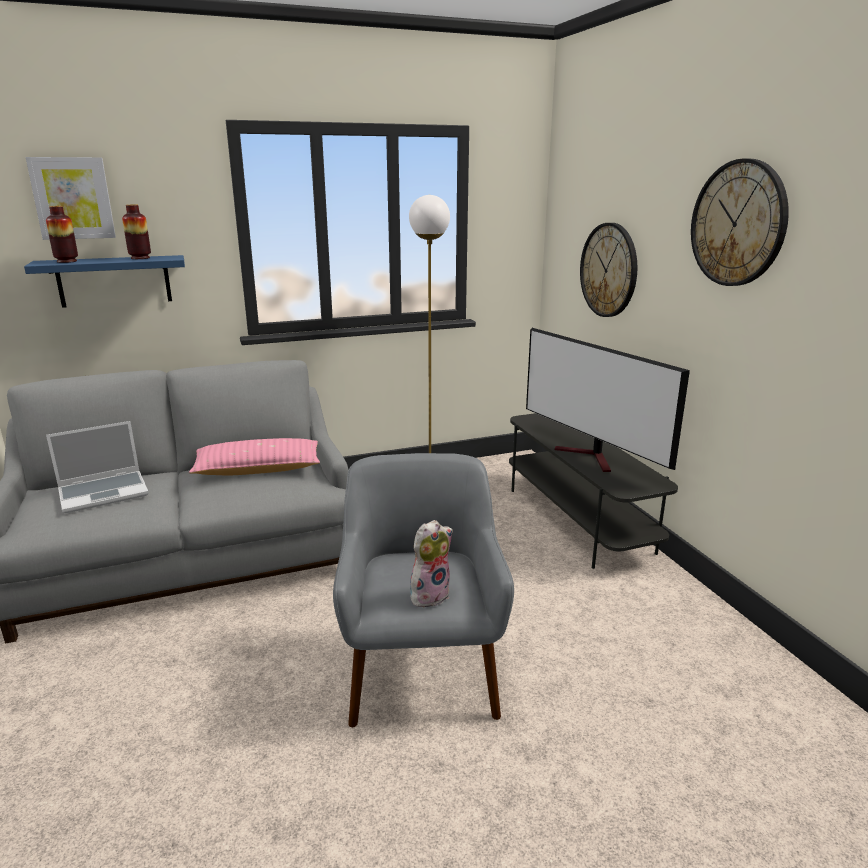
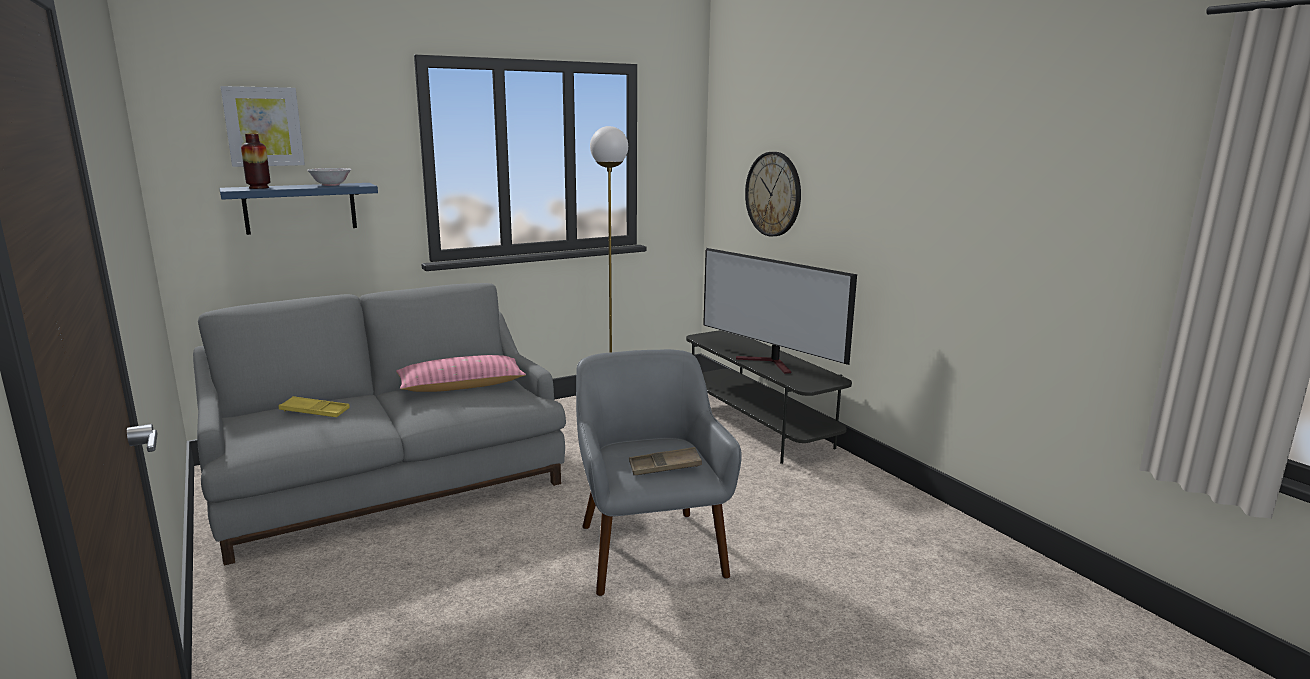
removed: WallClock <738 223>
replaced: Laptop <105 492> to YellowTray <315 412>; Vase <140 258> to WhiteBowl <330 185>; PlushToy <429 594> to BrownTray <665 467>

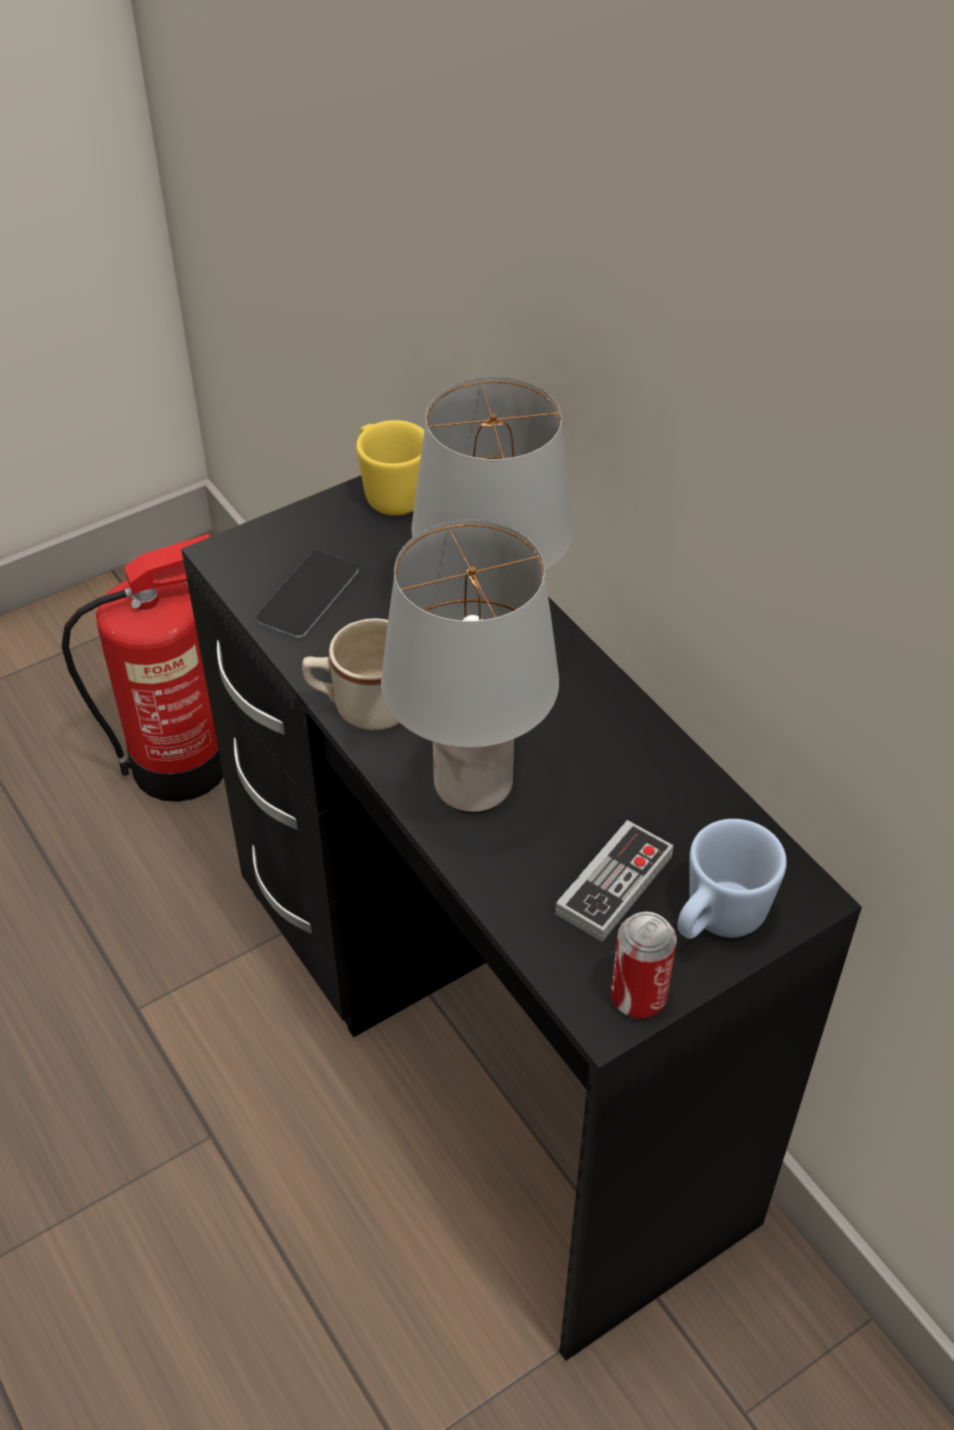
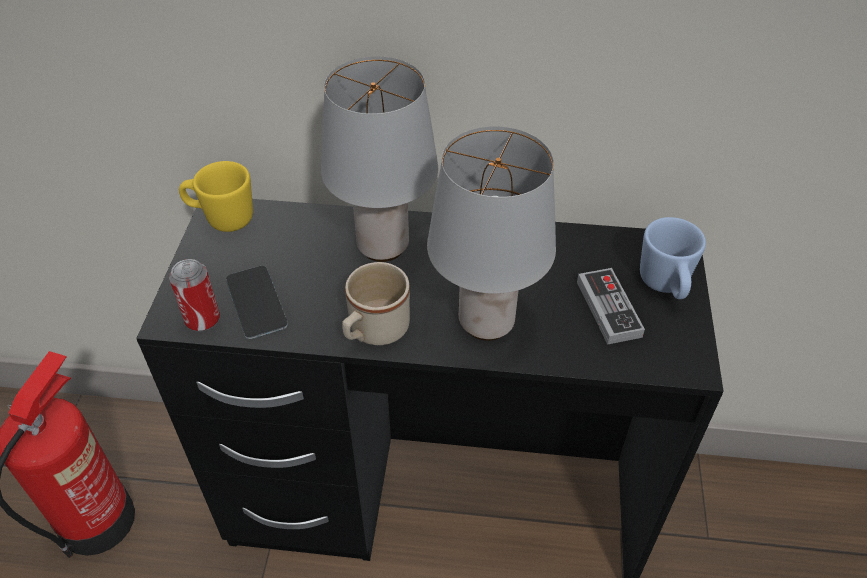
moved: Can <638 997> to <202 320>

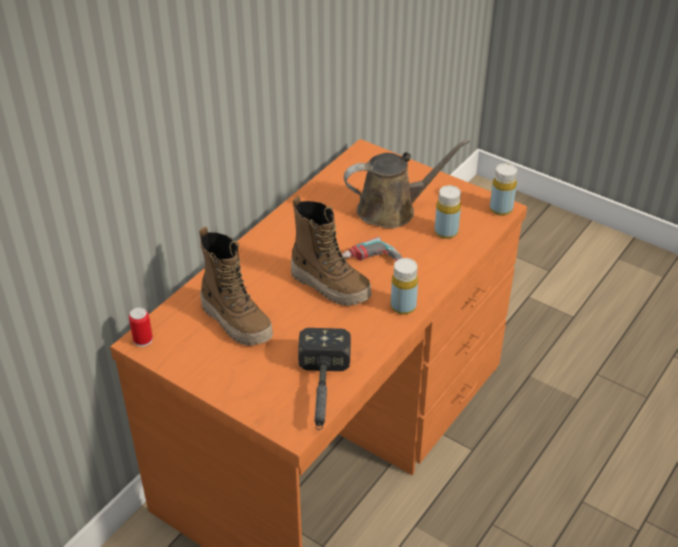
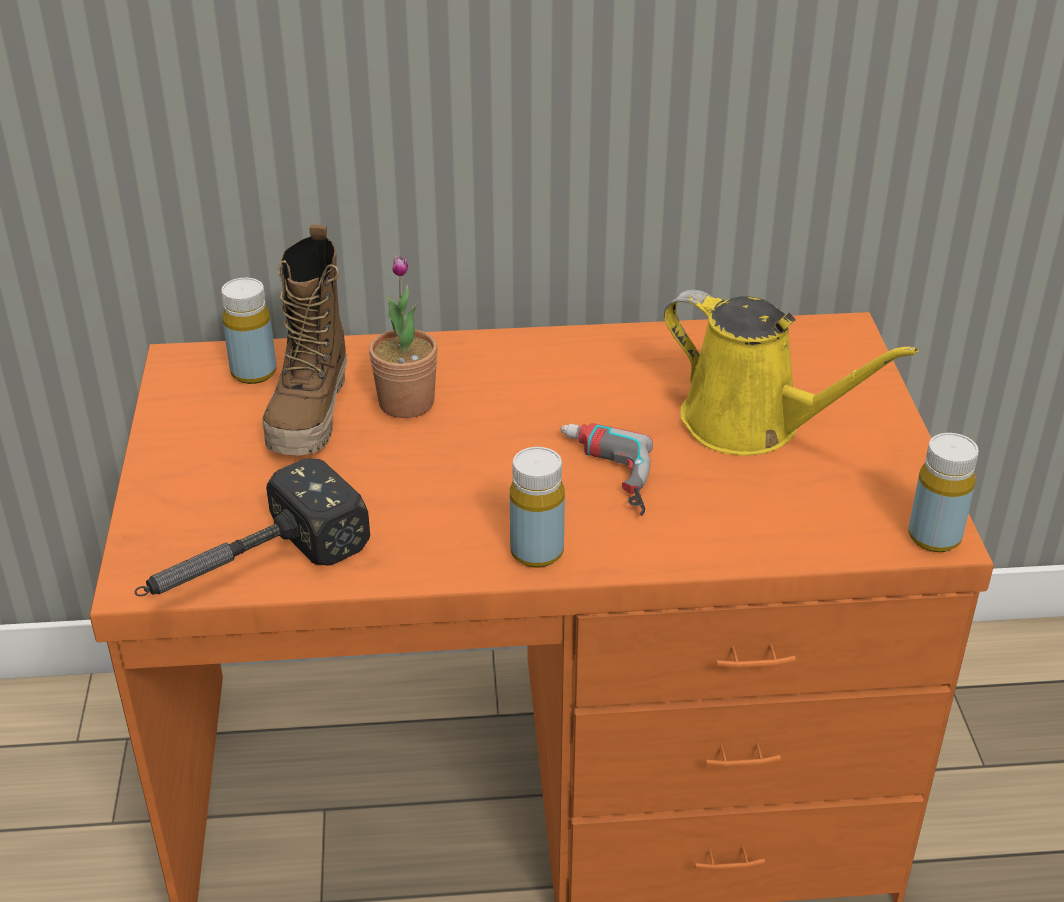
removed: Can <143 340>; Boot <330 285>
added: PottedPlant <406 402>
moved: YellowBottle <446 232> to <253 372>
recoloured: BrownWateringCan <392 209> to YellowWateringCan <751 425>

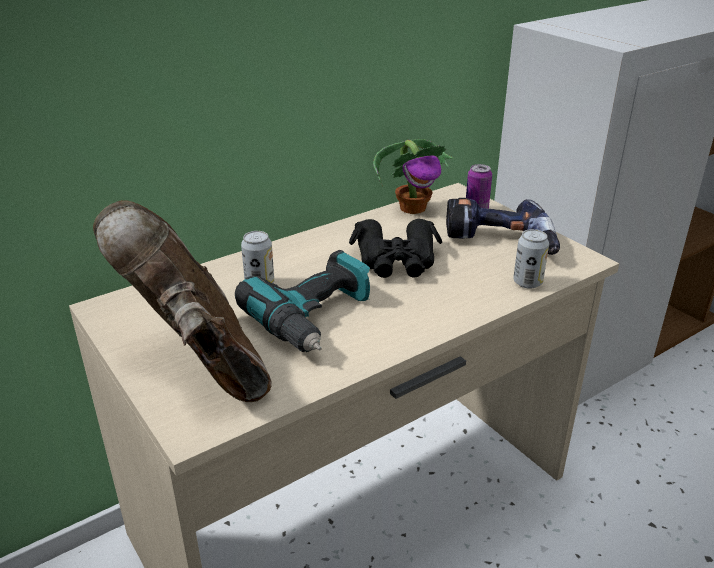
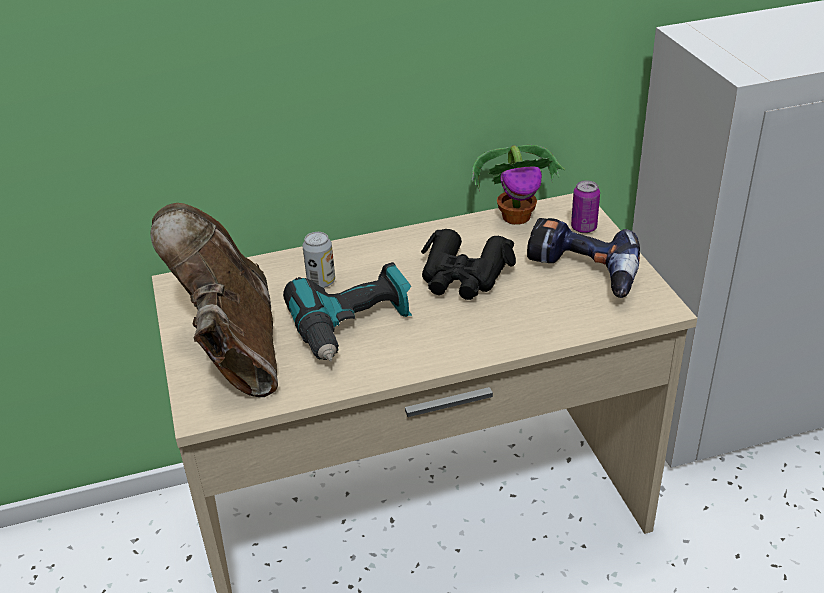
removed: Can <527 282>

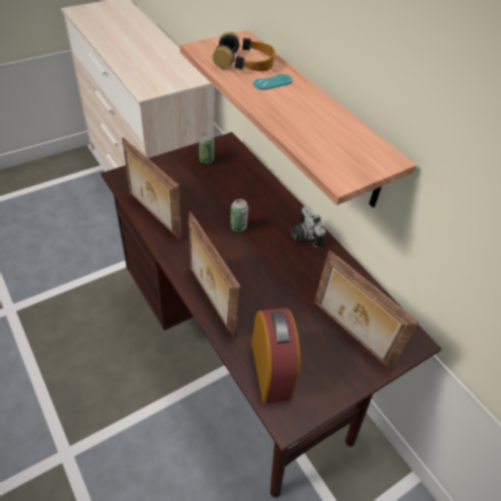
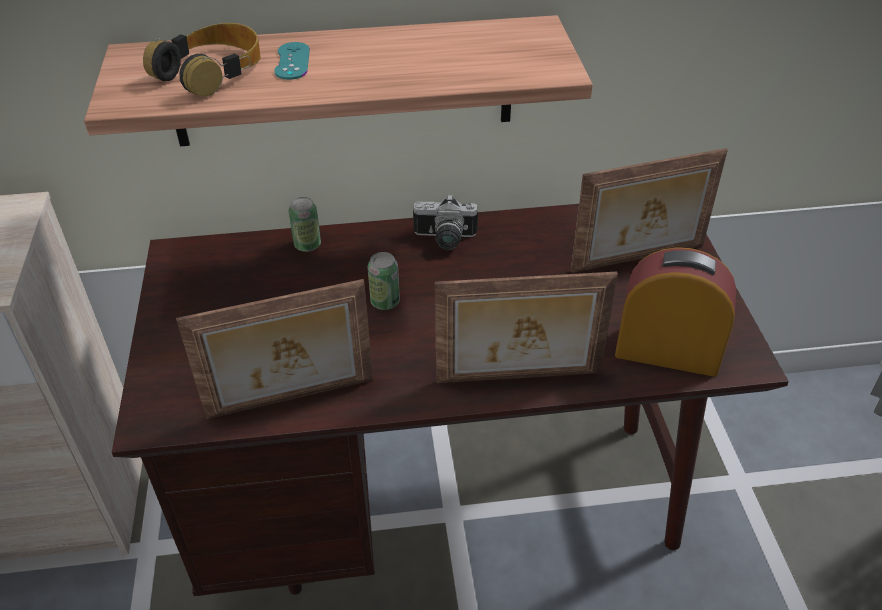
moved: Can <206 160> to <307 245>

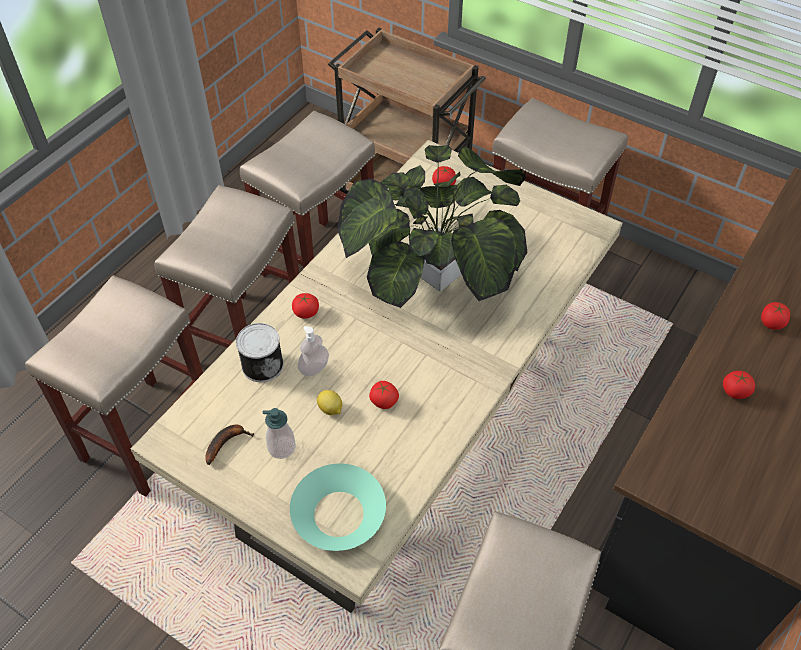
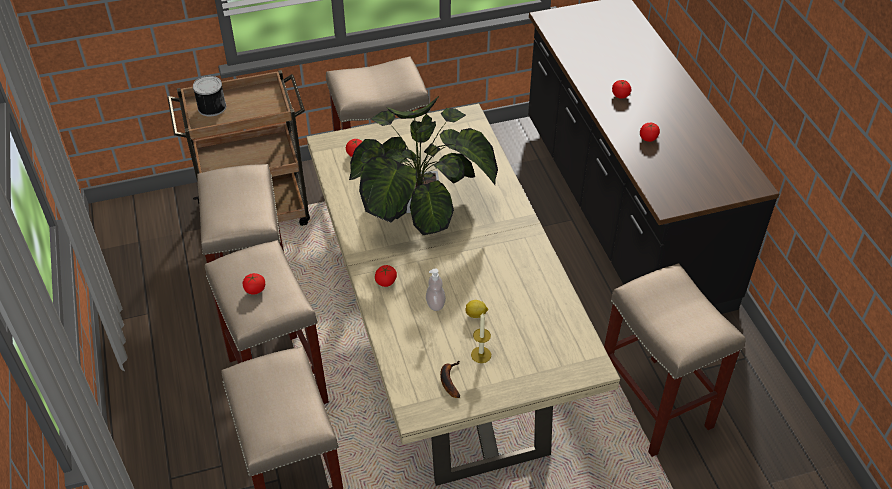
removed: TurquoiseBowl <339 514>
moved: Can <262 364> to <211 107>; Tomato <384 401> to <255 289>
replaced: SoapDispenser <281 447> to Candle <481 355>

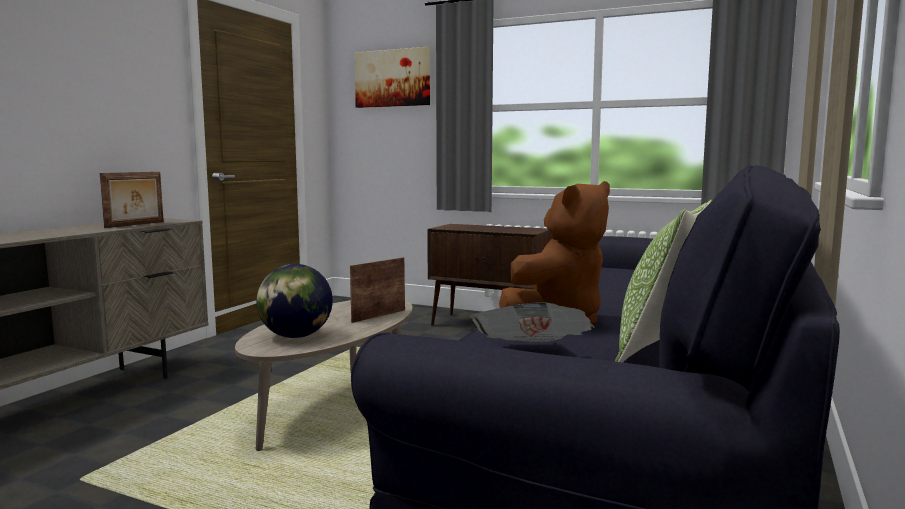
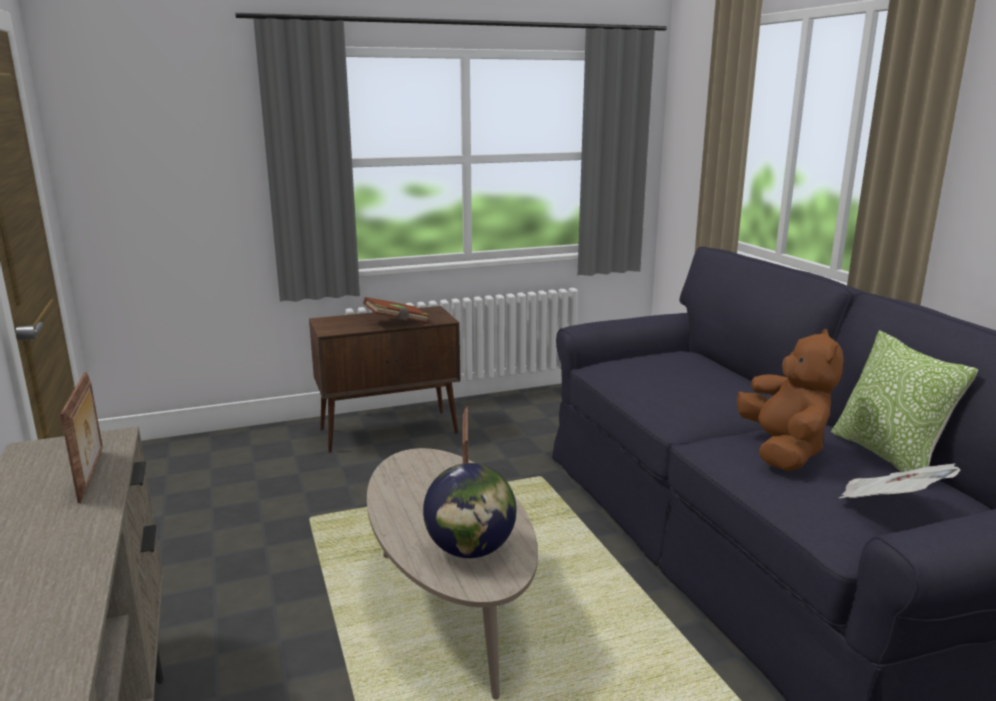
removed: Picture <392 78>
added: BrownBook <397 322>

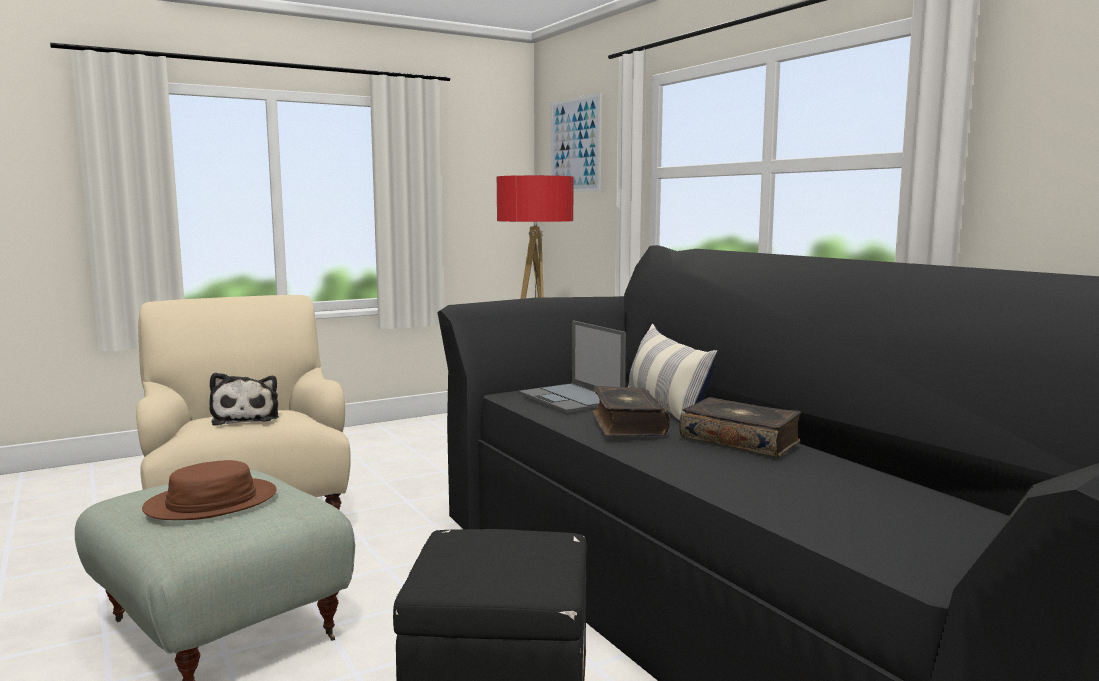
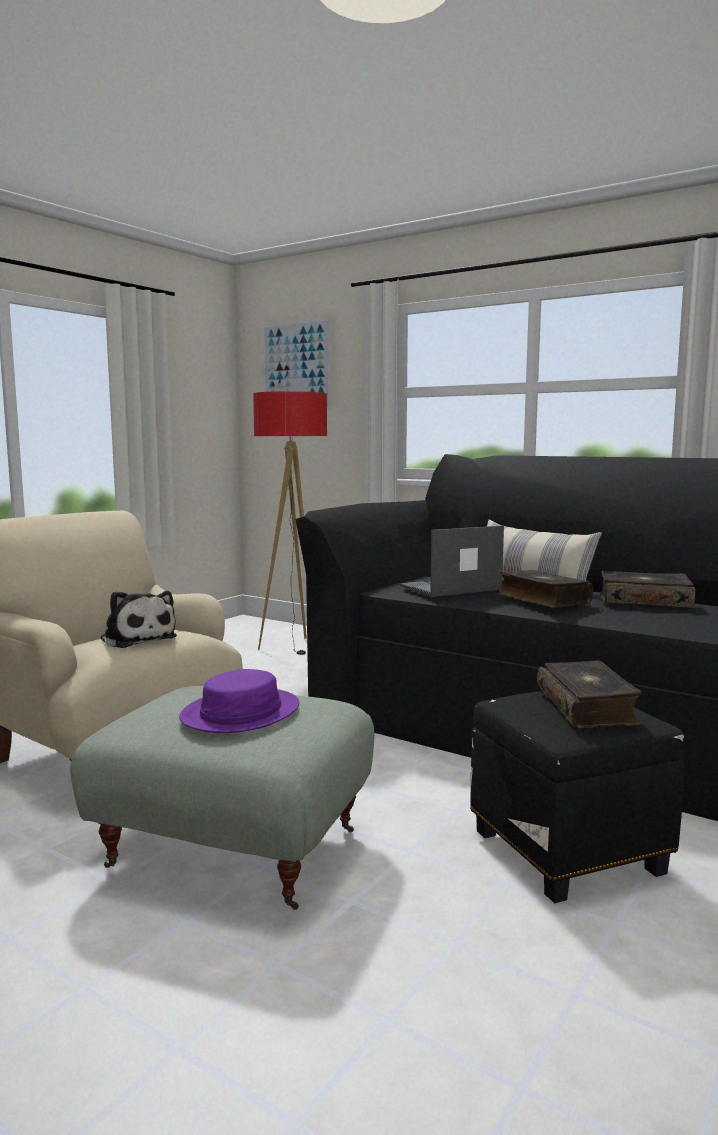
added: Book <588 707>
recoloured: BrownHat <212 502> to PurpleHat <241 713>
turned: Laptop <571 399> = <449 588> 120 degrees clockwise

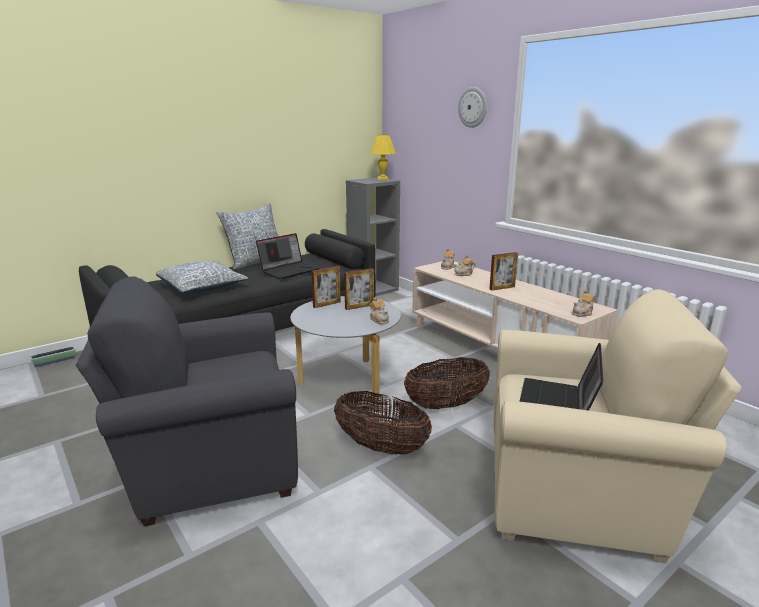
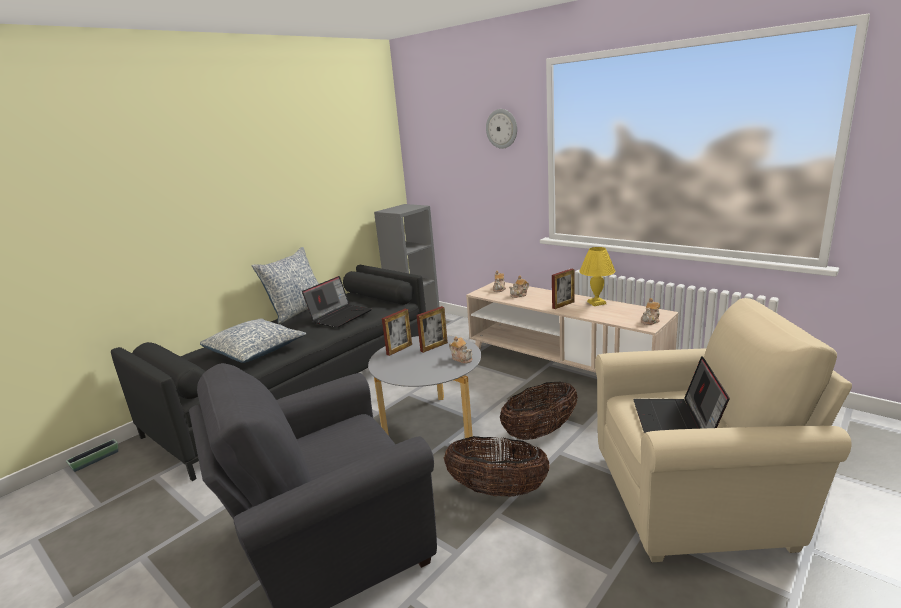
moved: YellowTableLamp <383 179> to <597 302>

